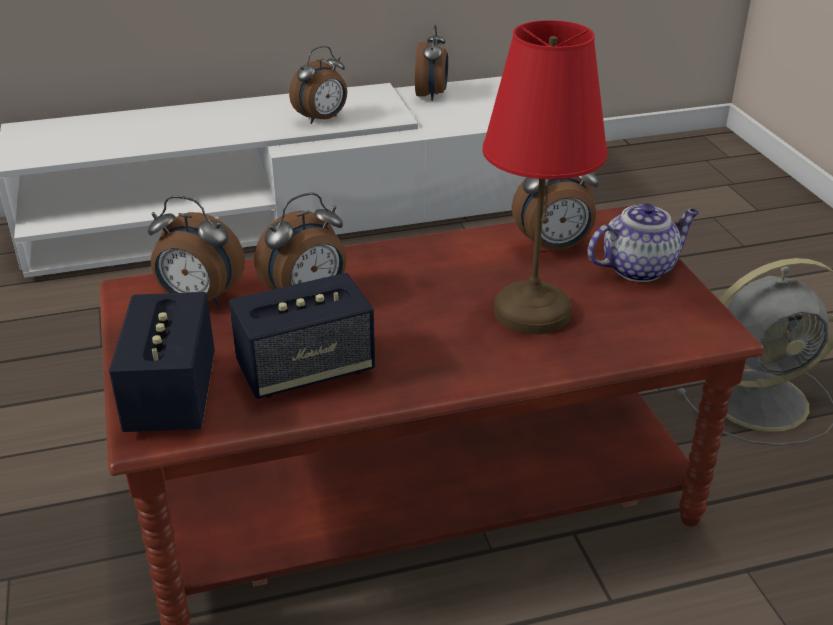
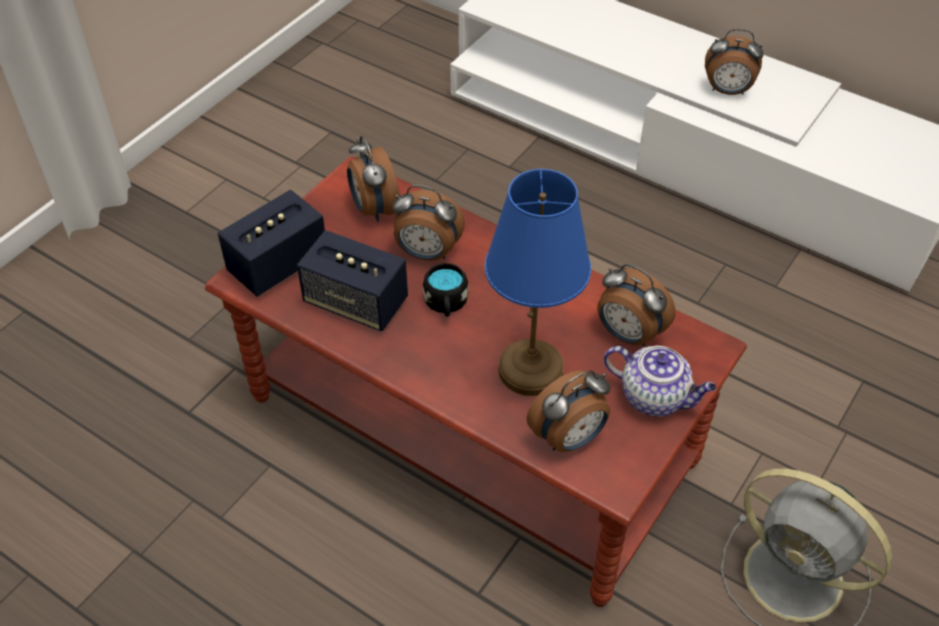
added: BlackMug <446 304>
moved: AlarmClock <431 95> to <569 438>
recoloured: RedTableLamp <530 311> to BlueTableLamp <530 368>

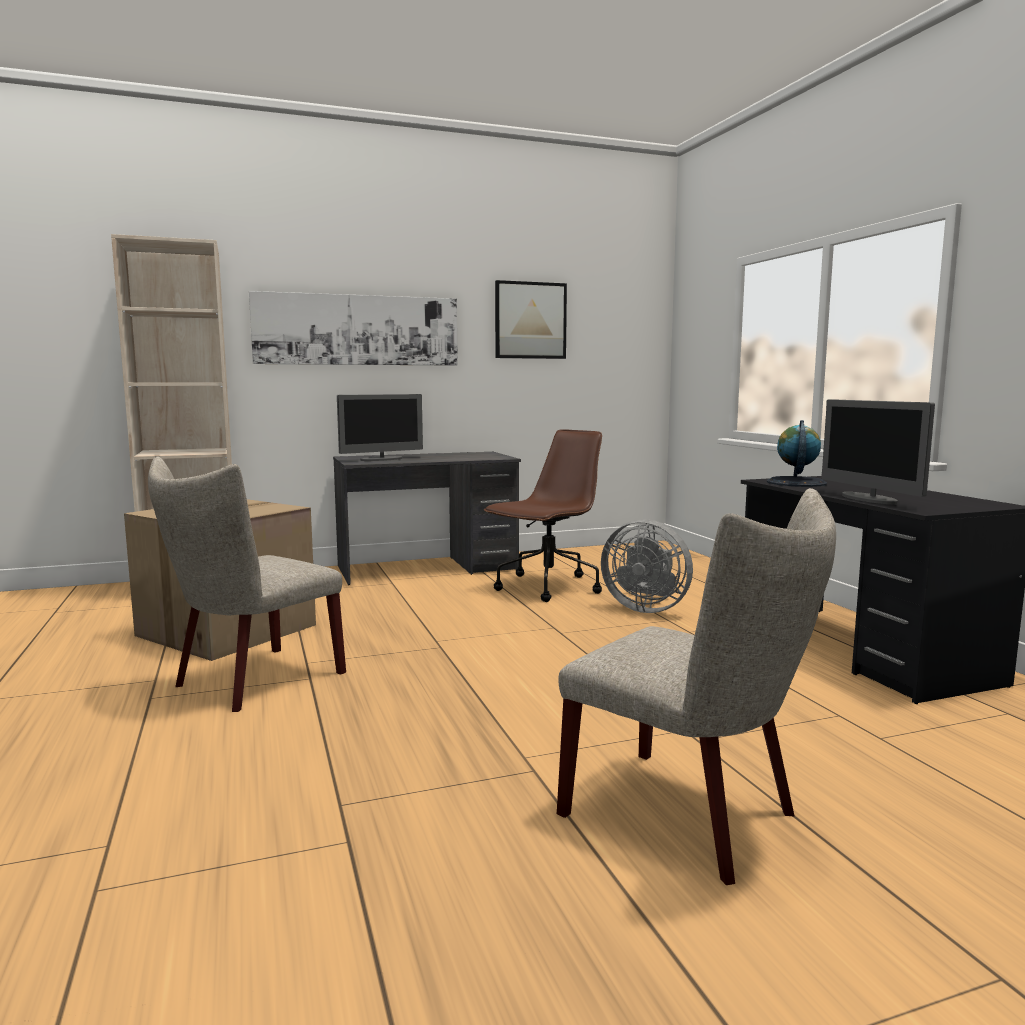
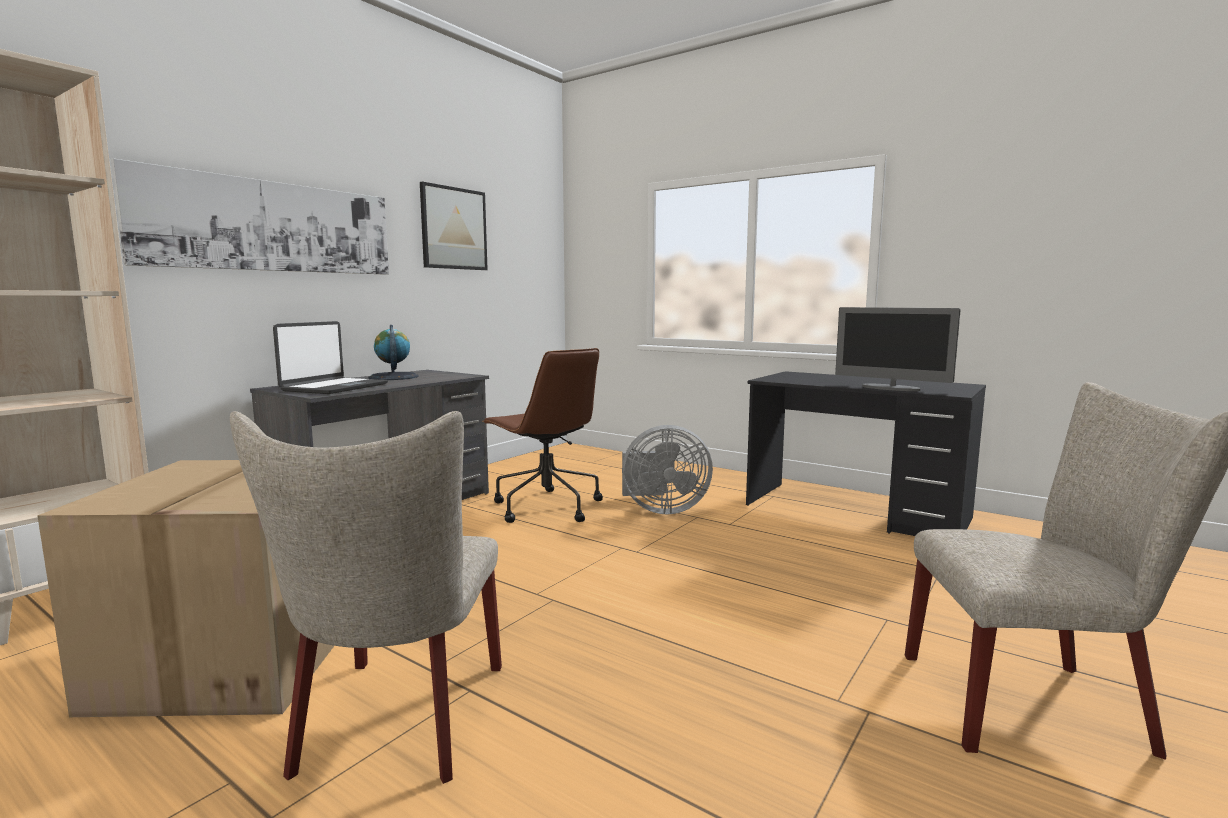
moved: Globe <796 482> to <393 377>
replaced: Monitor <382 459> to Laptop <334 387>
turned: BrownOfficeChair <547 588> = <546 507> 135 degrees clockwise

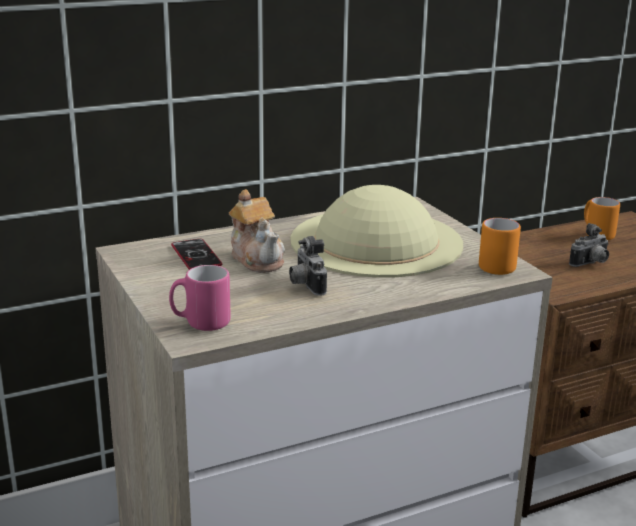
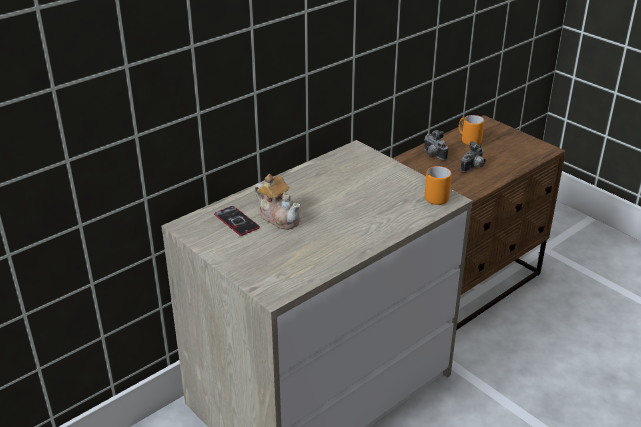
removed: PinkMug <200 323>; BeigeHat <376 241>
moved: PhotoCamera <305 286> to <433 155>

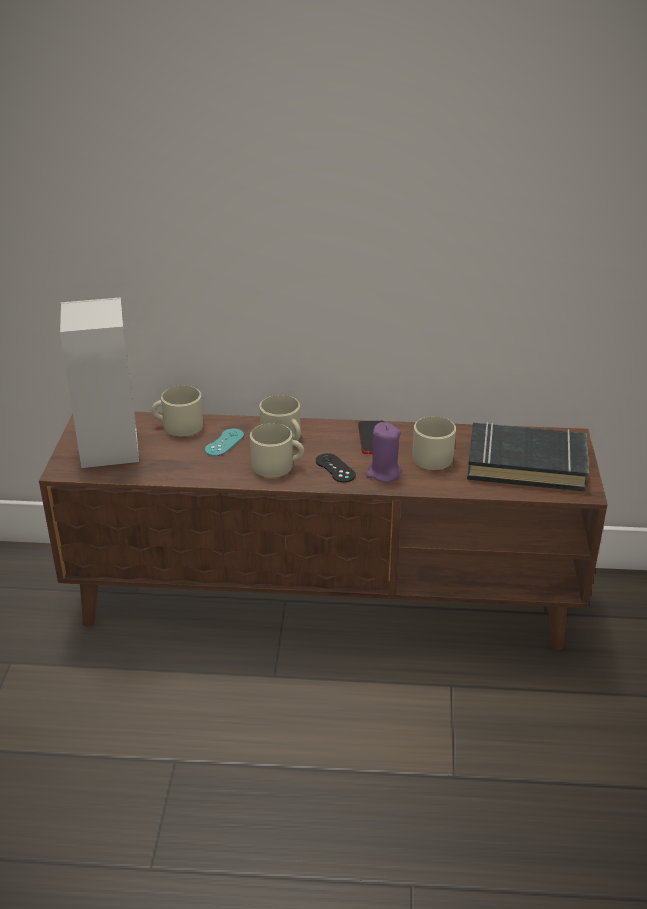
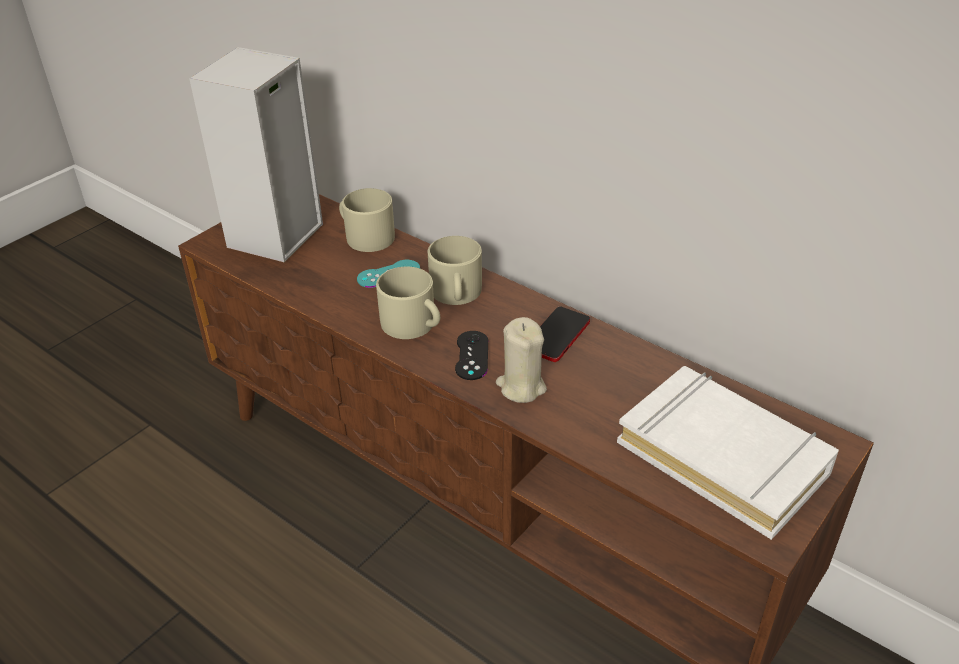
removed: BeigeMug <430 455>
recoloured: PurpleCandle <383 473> to BeigeCandle <521 387>; BlackBook <526 464> to WhiteBook <723 457>

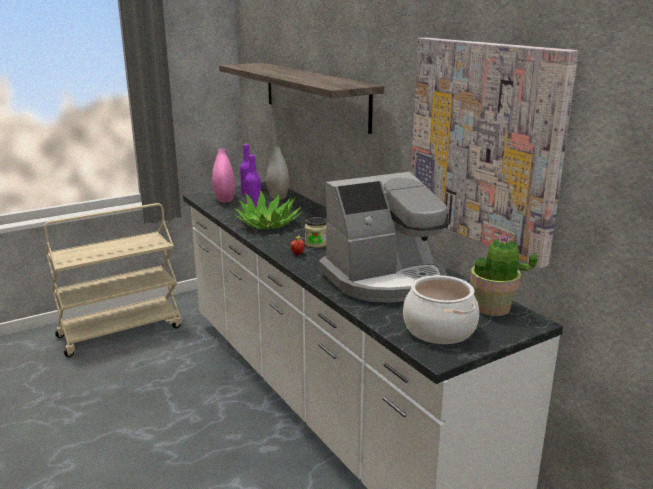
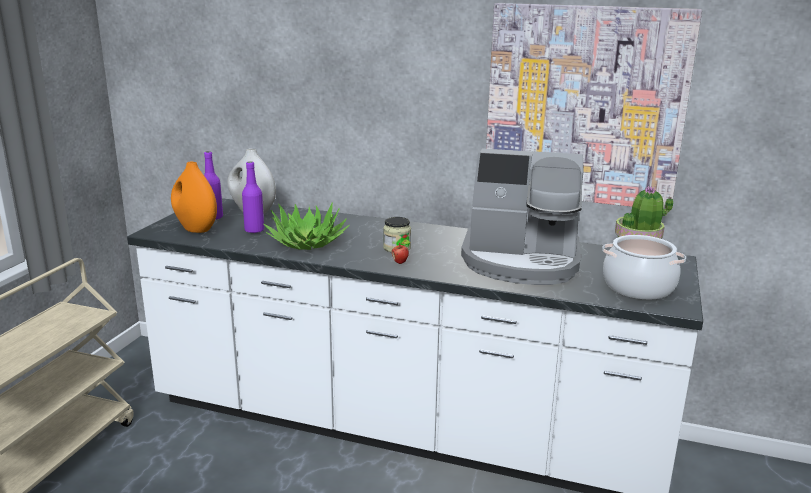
removed: Shelf <314 95>
recoloured: PinkVase <224 199> to OrangeVase <195 228>
turned: CoffeeMachine <385 279> = <521 261> 75 degrees clockwise

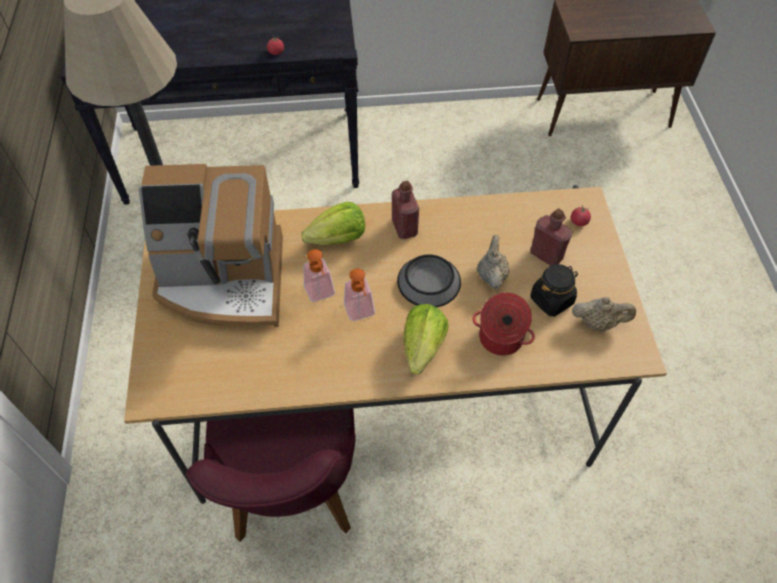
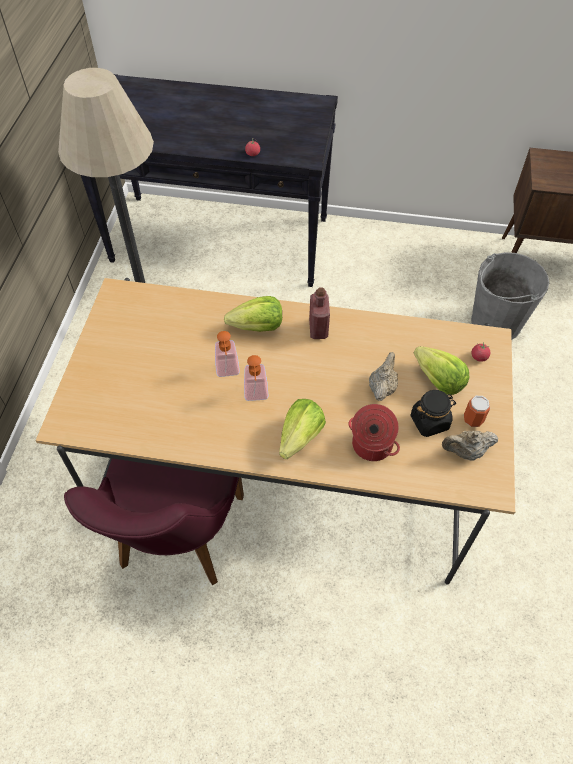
removed: CoffeeMachine <224 280>; Bowl <429 281>
added: Can <473 419>; GreyBucket <495 322>
replaced: RedBottle <546 255> to Lettuce <438 380>
turned: BeigeTeapot <598 323> = <466 452> 150 degrees clockwise

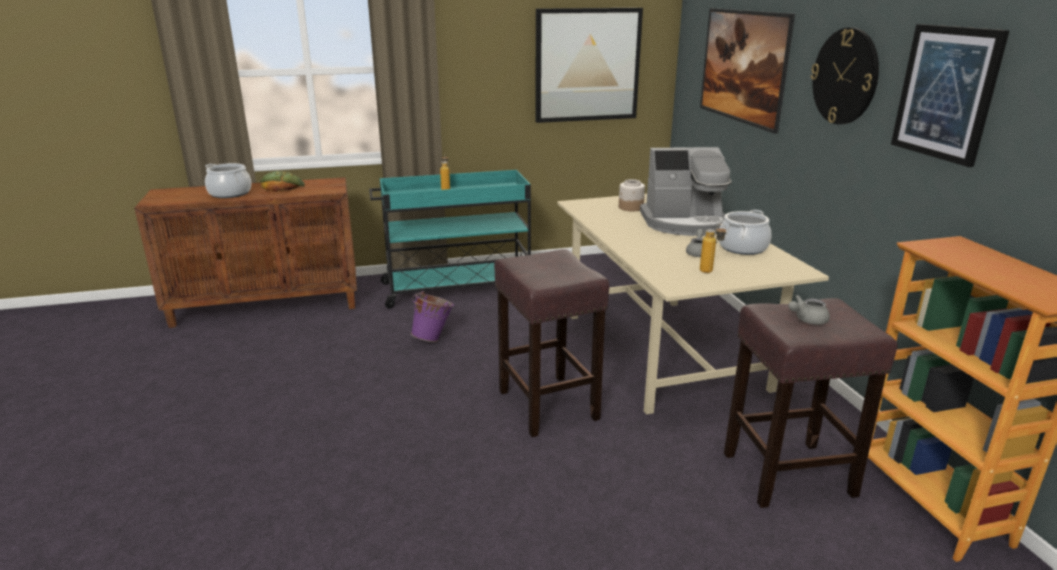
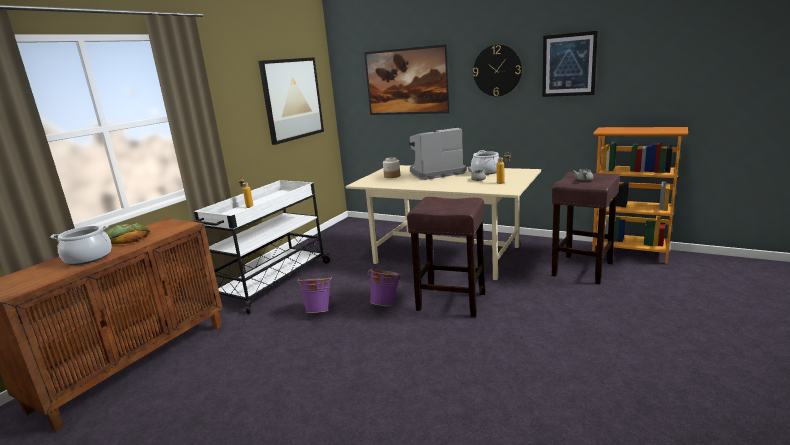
added: PurpleBucket <386 303>
recoloured: TurquoiseCart <456 288> to WhiteCart <272 282>
turned: CoffeeMachine <684 223> = <435 173> 150 degrees counterclockwise

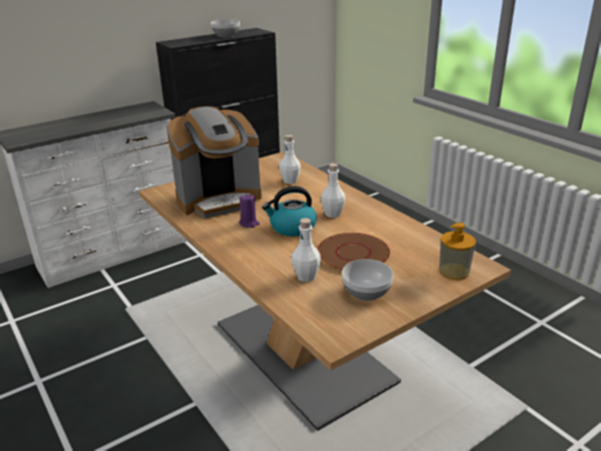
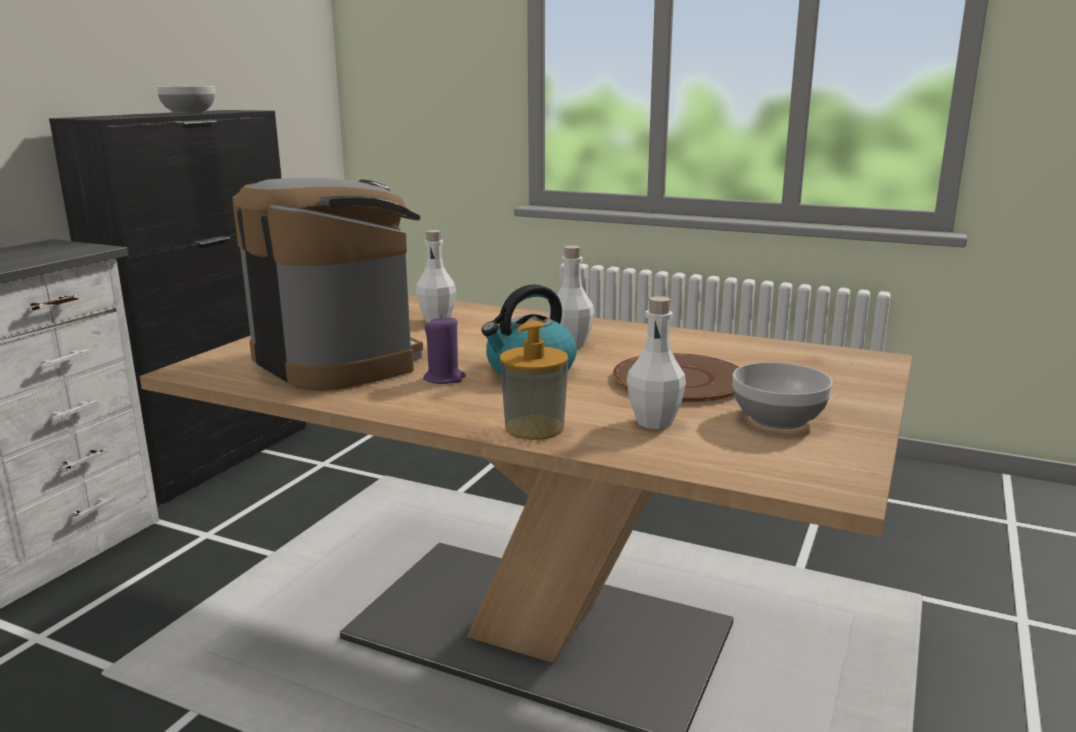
moved: SoapDispenser <454 271> to <534 428>
turned: CoffeeMachine <219 200> = <338 360> 75 degrees counterclockwise

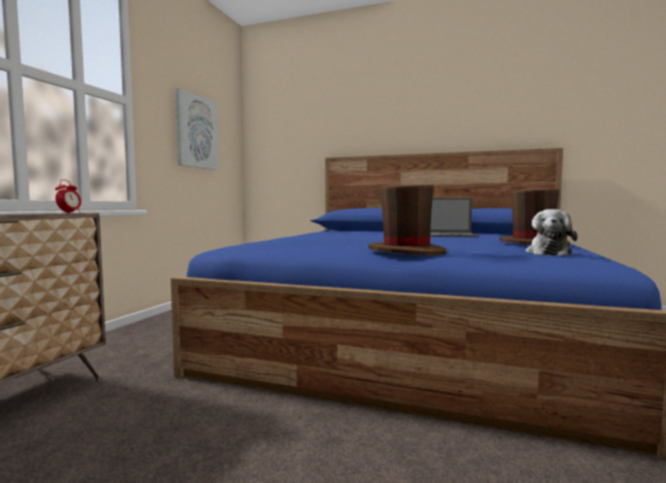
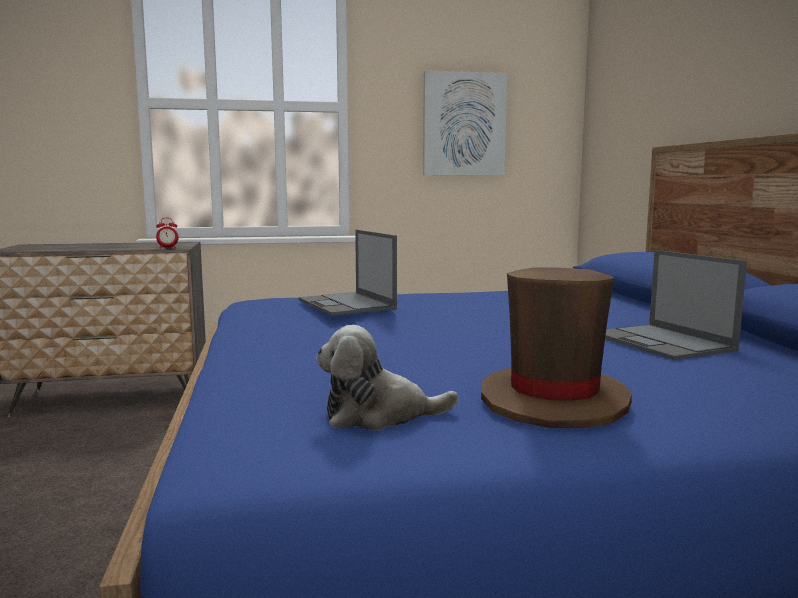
removed: BrownHat <406 251>
added: Laptop <347 304>

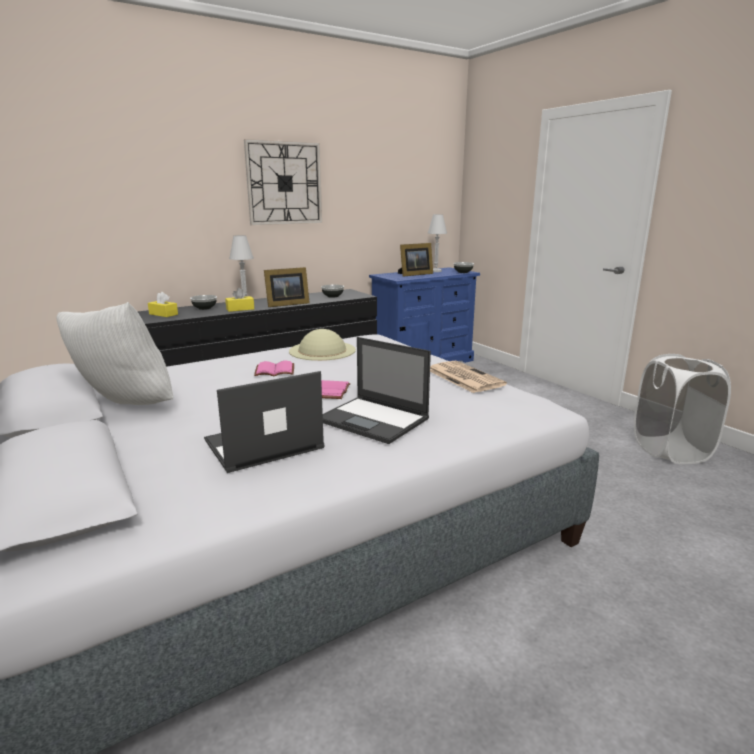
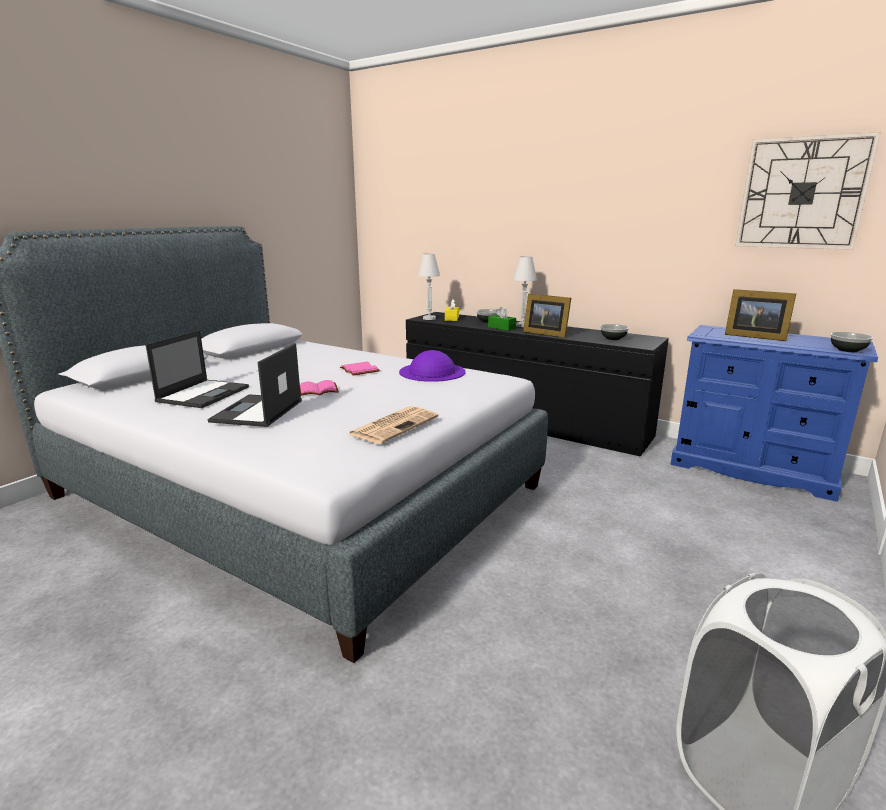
removed: WhitePillow <123 408>
moved: WallClock <284 183> to <802 193>; WhiteTableLamp <435 271> to <429 318>
recoloured: YellowTissueBox <240 309> to GreenTissueBox <501 328>; BeigeHat <322 350> to PurpleHat <432 372>
turned: Laptop <262 445> = <204 394> 75 degrees clockwise

